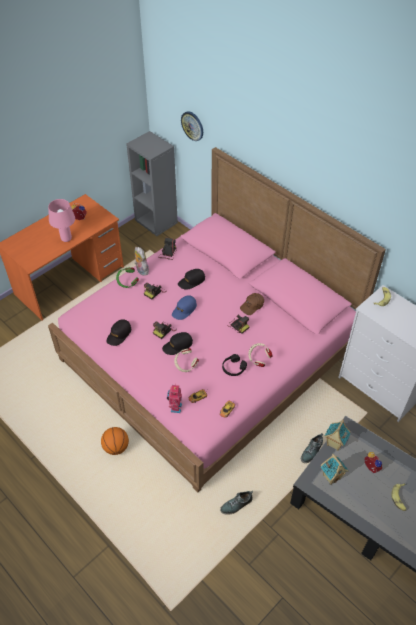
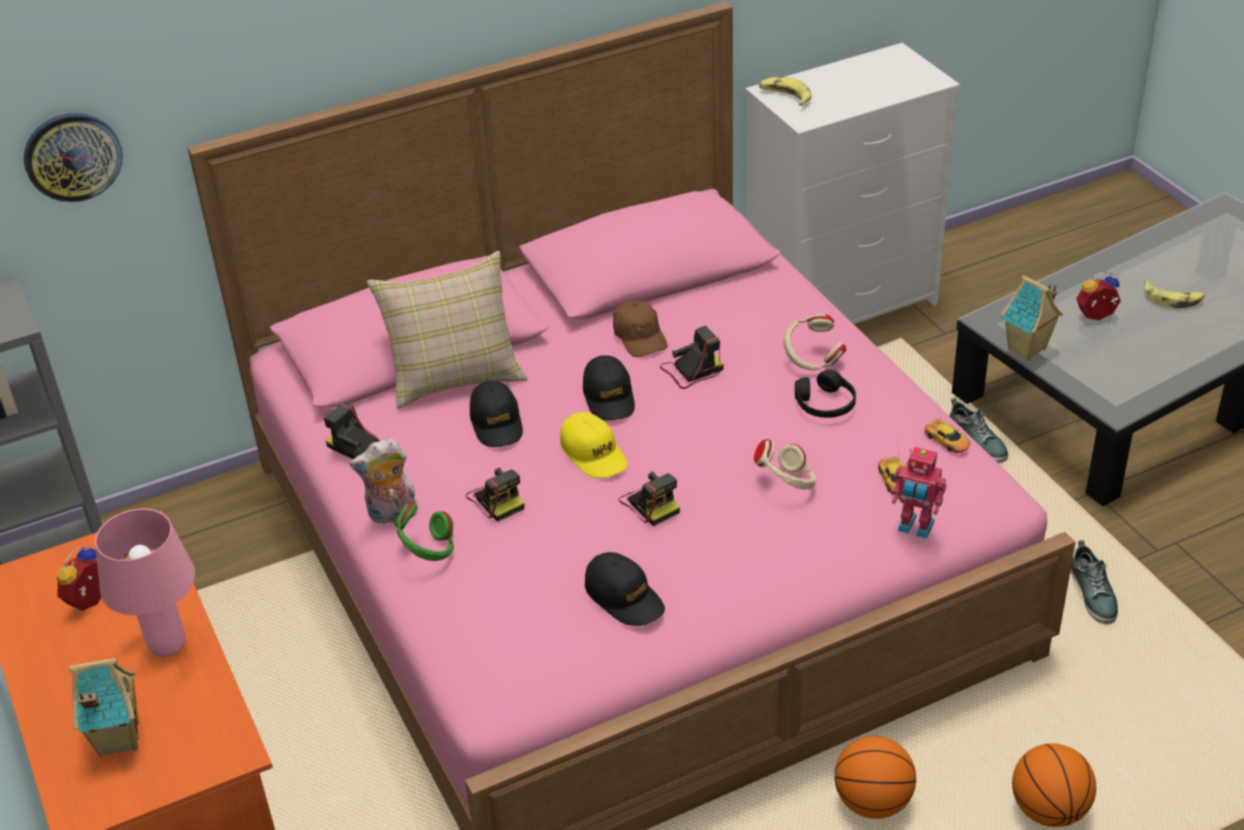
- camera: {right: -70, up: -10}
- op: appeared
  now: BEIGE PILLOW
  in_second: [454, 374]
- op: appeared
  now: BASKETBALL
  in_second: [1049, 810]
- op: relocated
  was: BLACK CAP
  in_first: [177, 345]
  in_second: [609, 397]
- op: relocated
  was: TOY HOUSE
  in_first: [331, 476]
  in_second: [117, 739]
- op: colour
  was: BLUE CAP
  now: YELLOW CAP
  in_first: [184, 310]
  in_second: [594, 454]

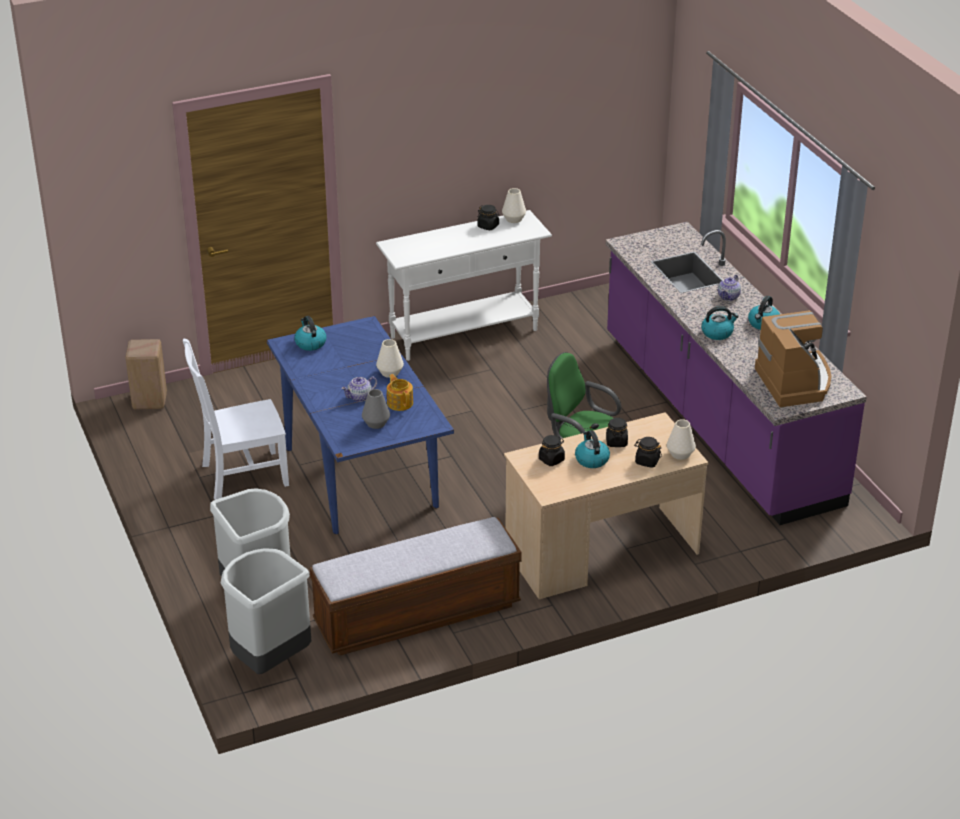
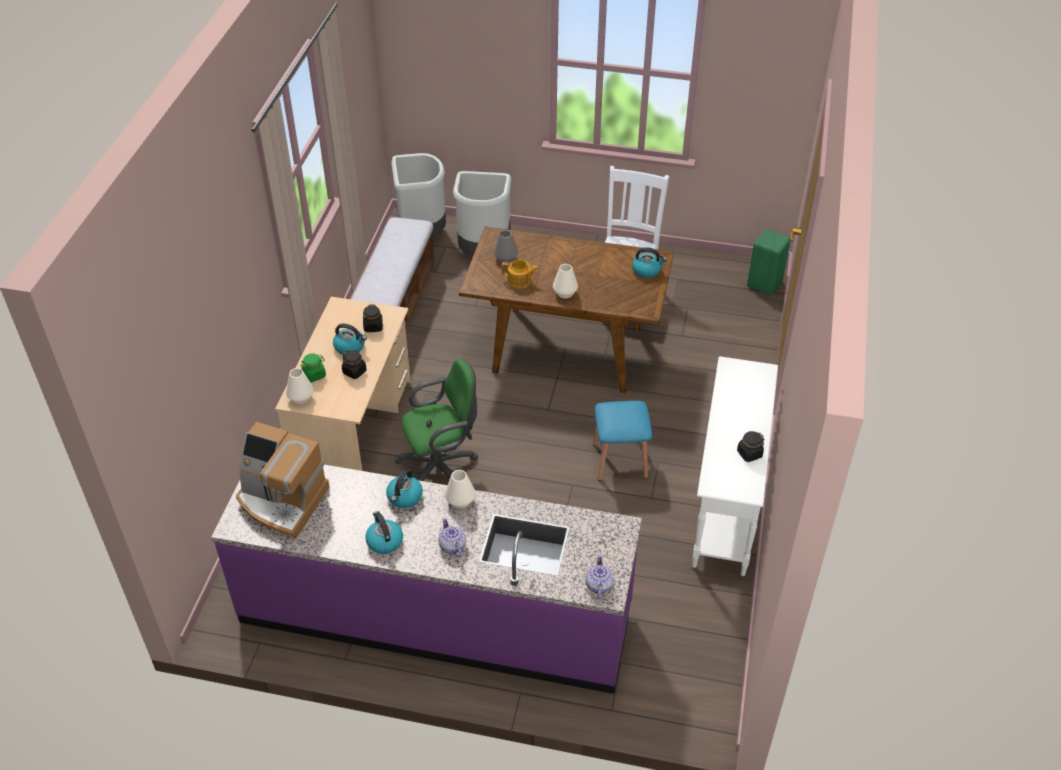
- camera: {right: 125, up: 10}
- op: appeared
  now: BLUE STOOL
  in_second: [620, 460]
- op: relocated
  was: TEAPOT
  in_first: [360, 397]
  in_second: [598, 585]
- op: relocated
  was: WHITE VASE
  in_first: [513, 219]
  in_second: [460, 501]
- op: colour
  was: BEIGE STOOL
  now: GREEN STOOL
  in_first: [148, 400]
  in_second: [765, 284]
- op: colour
  was: BLUE DINING TABLE
  now: BROWN DINING TABLE
  in_first: [361, 478]
  in_second: [566, 349]
- op: colour
  was: BLACK JAR
  now: GREEN JAR
  in_first: [647, 461]
  in_second: [314, 375]

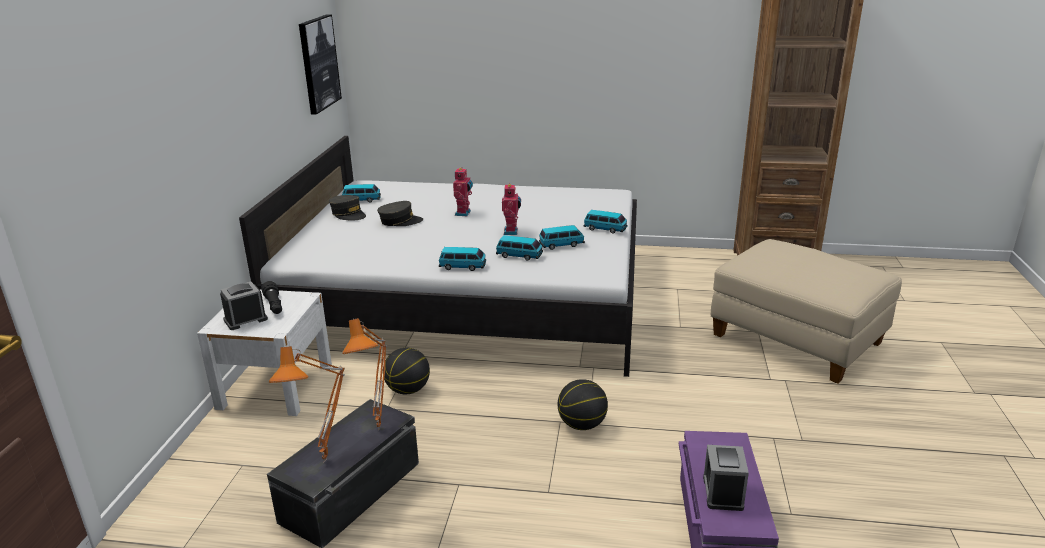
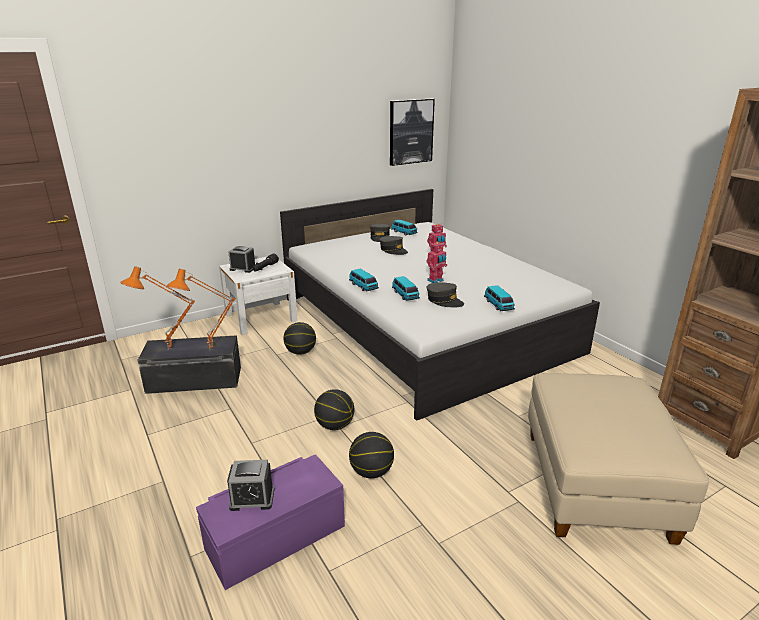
- camera: {right: 50, up: 0}
- op: appeared
  now: BASKETBALL
  in_second: [371, 472]
- op: exchanged
  was: TOY CAR
  now: GREY CAP
  in_first: [561, 245]
  in_second: [444, 301]
- op: spun
  was: ALARM CLOCK
  in_first: [723, 492]
  in_second: [252, 499]
  clockwise: -150

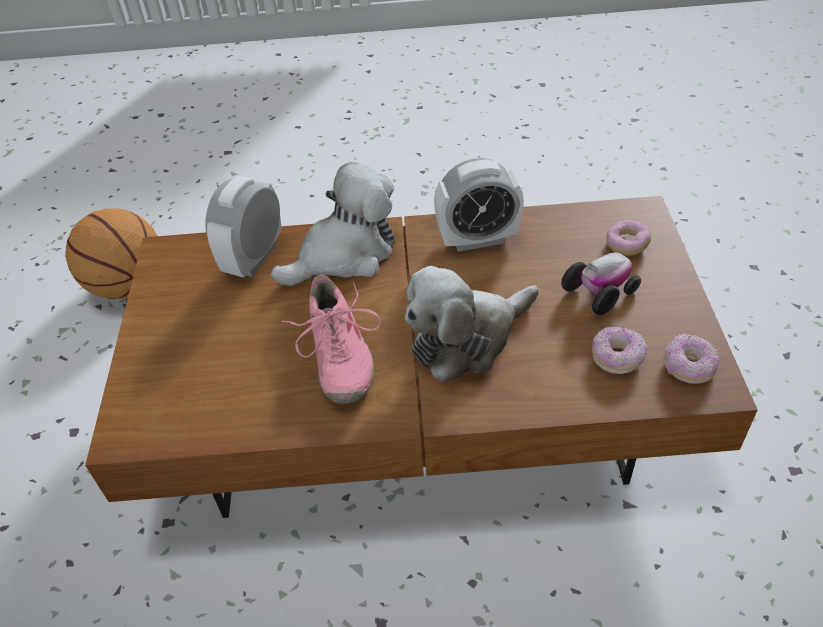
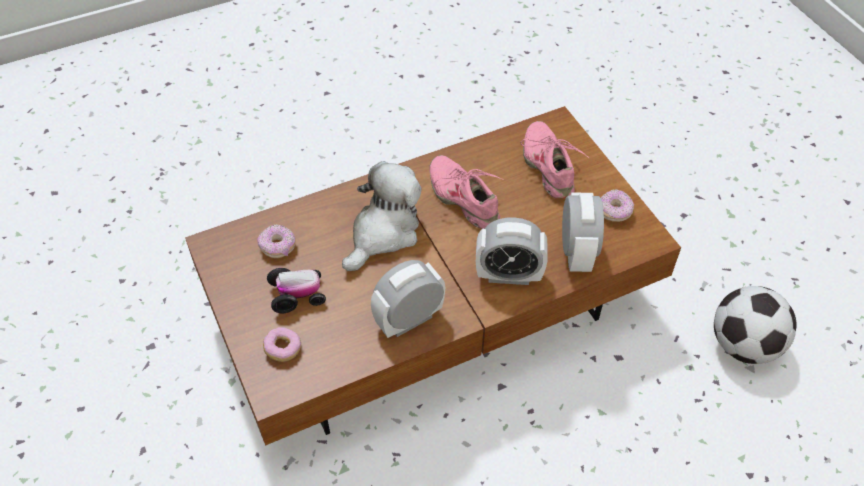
- camera: {right: 155, up: 5}
- op: appeared
  now: PINK SHOE
  in_second: [549, 166]
- op: relocated
  was: DONUT
  in_first: [688, 367]
  in_second: [614, 212]
- op: exchanged
  was: BASKETBALL
  now: FOOTBALL
  in_first: [129, 285]
  in_second: [744, 345]
- op: exchanged
  was: PLUSH TOY
  now: ALARM CLOCK
  in_first: [345, 254]
  in_second: [508, 275]
- op: spun
  was: TOY CAR
  in_first: [600, 292]
  in_second: [297, 295]
  clockwise: -135

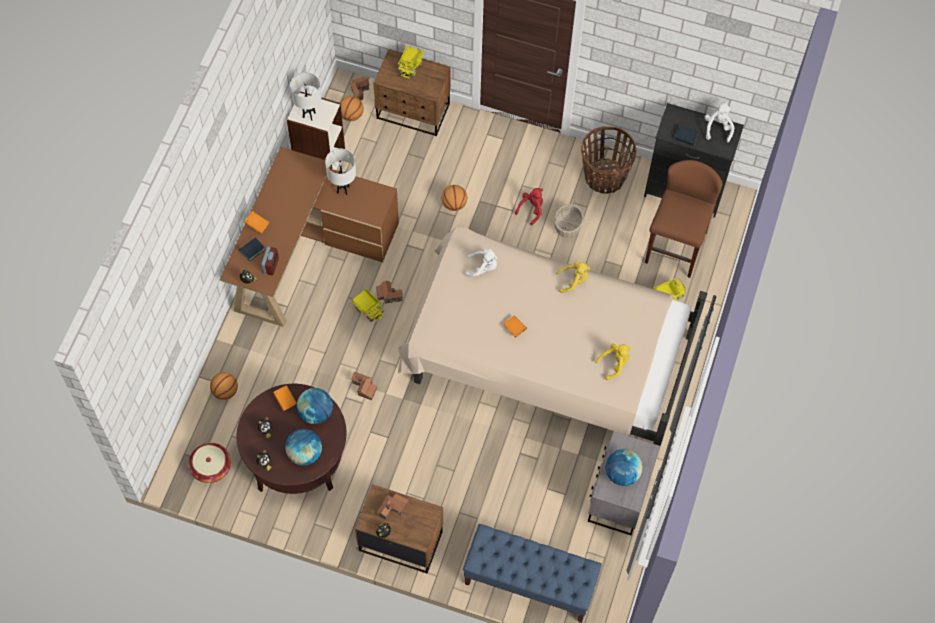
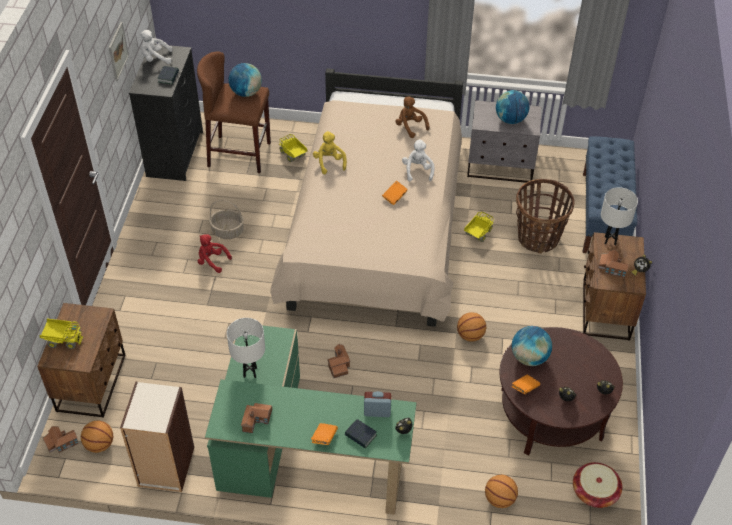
- camera: {right: -100, up: -15}
- op: appeared
  now: PICTURE
  in_second: [118, 51]
- op: relocated
  was: GLOBE
  in_first: [304, 453]
  in_second: [246, 93]
- op: relocated
  was: WHITE TABLE LAMP
  in_first: [309, 115]
  in_second: [610, 241]
- op: relocated
  was: TOY HOUSE
  in_first: [363, 388]
  in_second: [257, 420]
- op: relocated
  was: TOY TRUCK
  in_first: [368, 309]
  in_second: [478, 233]
- op: relocated
  was: BASKETBALL
  in_first: [454, 204]
  in_second: [470, 335]
- op: relocated
  was: WHITE PLUSH TOY
  in_first: [483, 267]
  in_second: [417, 170]
- op: relocated
  was: BASKET
  in_first: [604, 177]
  in_second: [538, 238]
- op: colour
  was: BROWN DESK
  now: GREEN DESK
  in_first: [306, 252]
  in_second: [300, 454]
- op: colour
  was: YELLOW PLUSH TOY
  now: BROWN PLUSH TOY
  in_first: [614, 364]
  in_second: [410, 126]

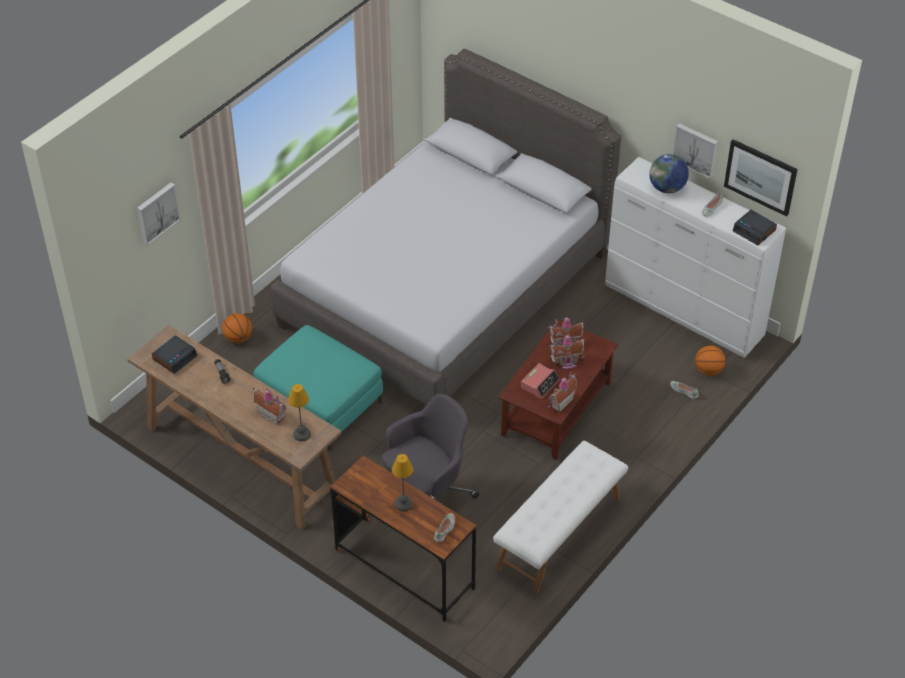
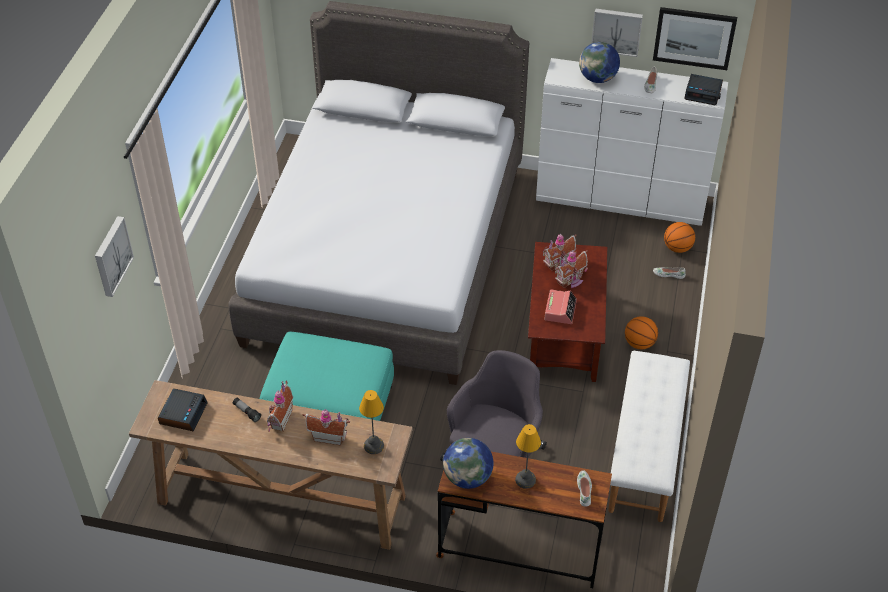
- camera: {right: -25, up: 0}
- op: appeared
  now: GLOBE
  in_second: [468, 477]
- op: relocated
  was: BASKETBALL
  in_first: [238, 338]
  in_second: [639, 343]
- op: relocated
  was: TOY HOUSE
  in_first: [560, 402]
  in_second: [279, 419]

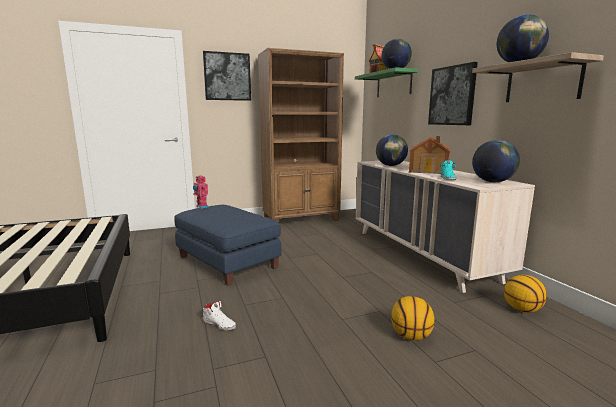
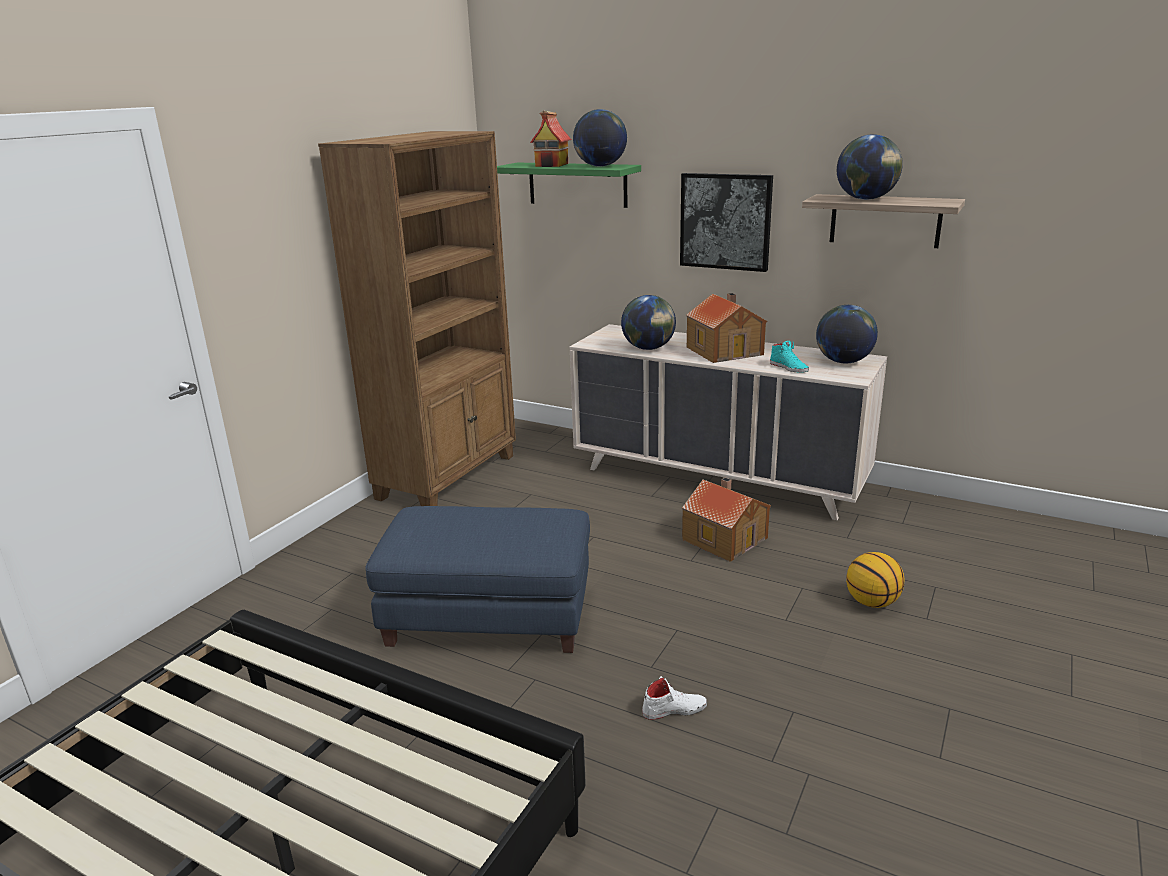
- camera: {right: -40, up: 10}
- op: missing
  was: TOY ROBOT
  in_first: [201, 207]
- op: missing
  was: PICTURE
  in_first: [227, 76]
- op: missing
  was: BASKETBALL
  in_first: [522, 310]
- op: appeared
  now: TOY HOUSE
  in_second: [724, 538]

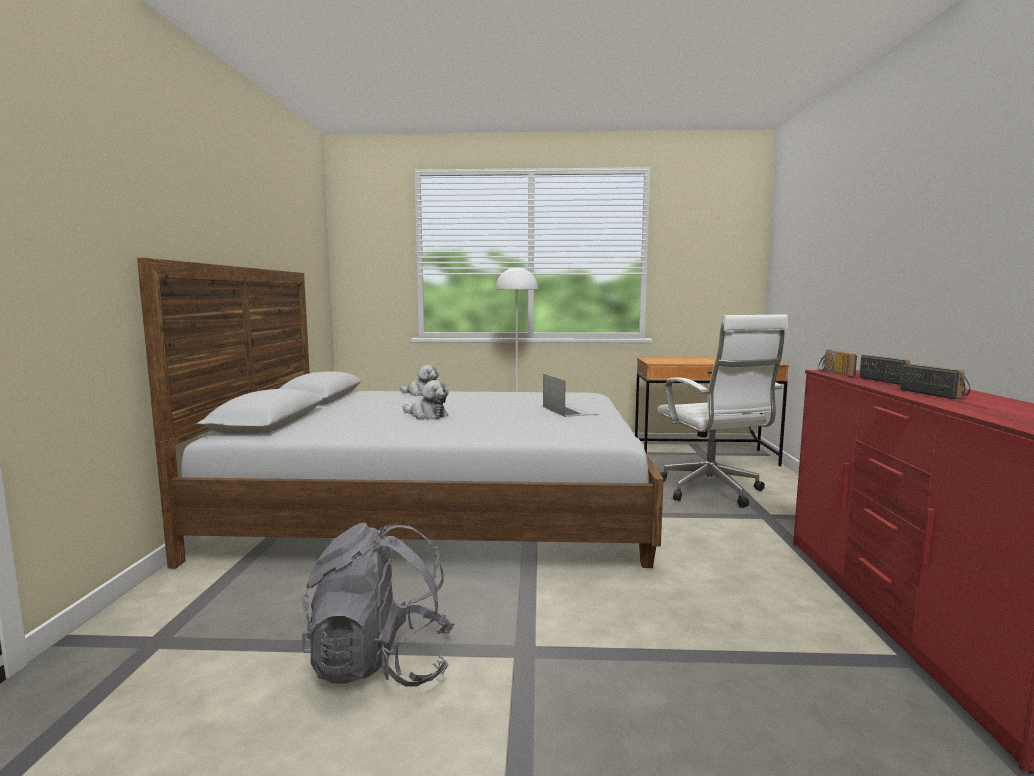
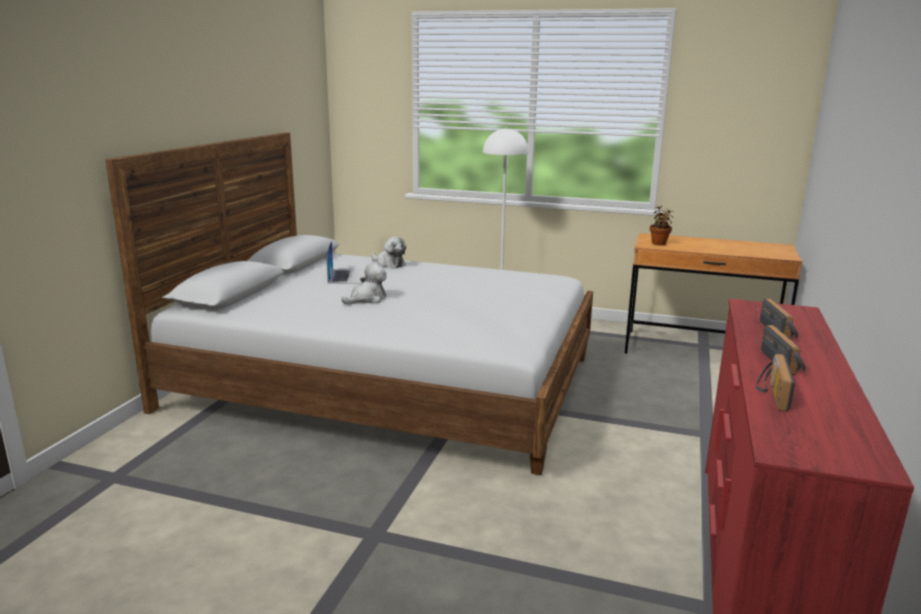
- camera: {right: 15, up: 10}
- op: missing
  was: GREY BACKPACK
  in_first: [381, 664]
- op: missing
  was: WHITE OFFICE CHAIR
  in_first: [713, 492]
- op: appeared
  now: POTTED PLANT
  in_second: [659, 243]
- op: relocated
  was: LAPTOP
  in_first: [569, 410]
  in_second: [346, 276]
- op: relocated
  was: RADIO
  in_first: [833, 373]
  in_second: [770, 393]
- op: spun
  was: PLUSH TOY
  in_first: [426, 415]
  in_second: [367, 299]
  clockwise: -90

